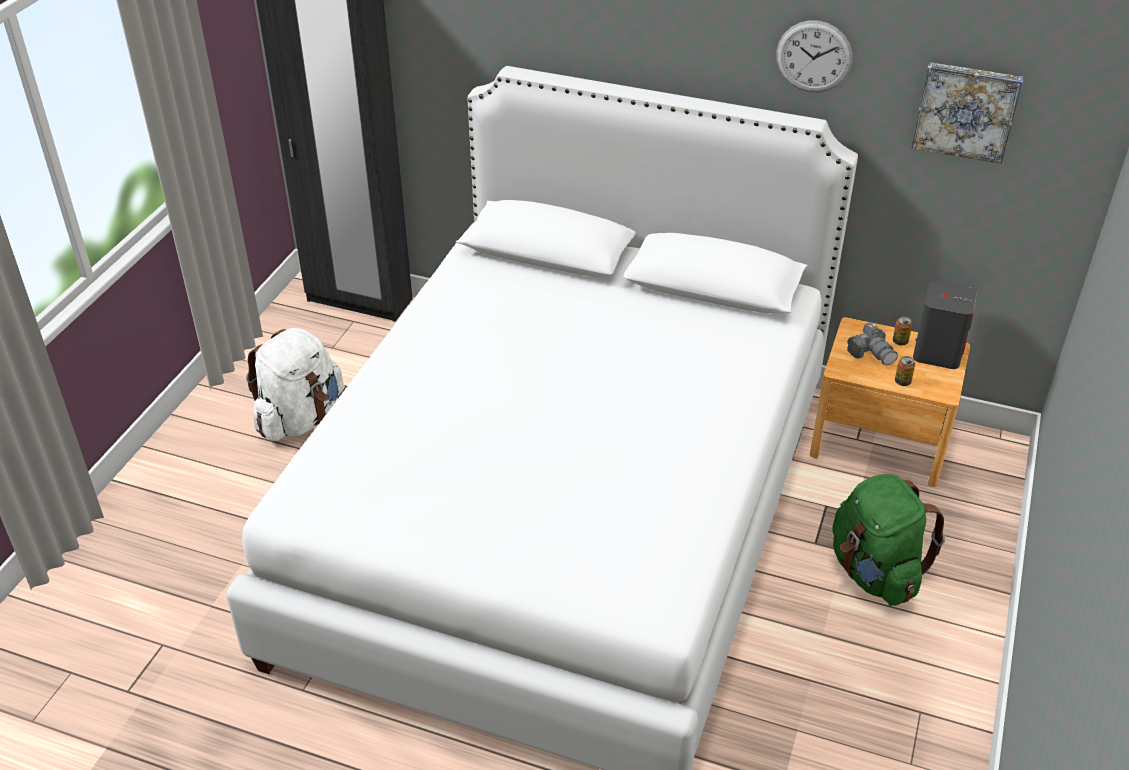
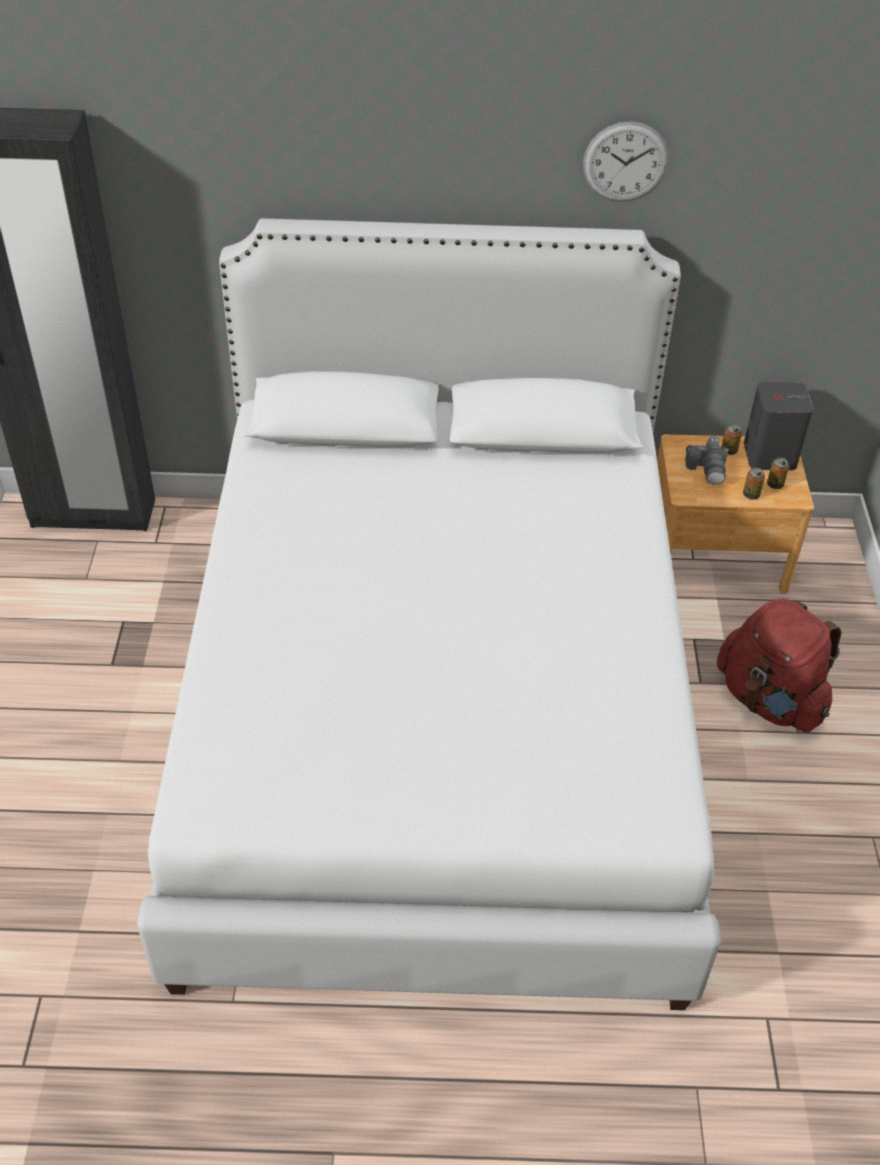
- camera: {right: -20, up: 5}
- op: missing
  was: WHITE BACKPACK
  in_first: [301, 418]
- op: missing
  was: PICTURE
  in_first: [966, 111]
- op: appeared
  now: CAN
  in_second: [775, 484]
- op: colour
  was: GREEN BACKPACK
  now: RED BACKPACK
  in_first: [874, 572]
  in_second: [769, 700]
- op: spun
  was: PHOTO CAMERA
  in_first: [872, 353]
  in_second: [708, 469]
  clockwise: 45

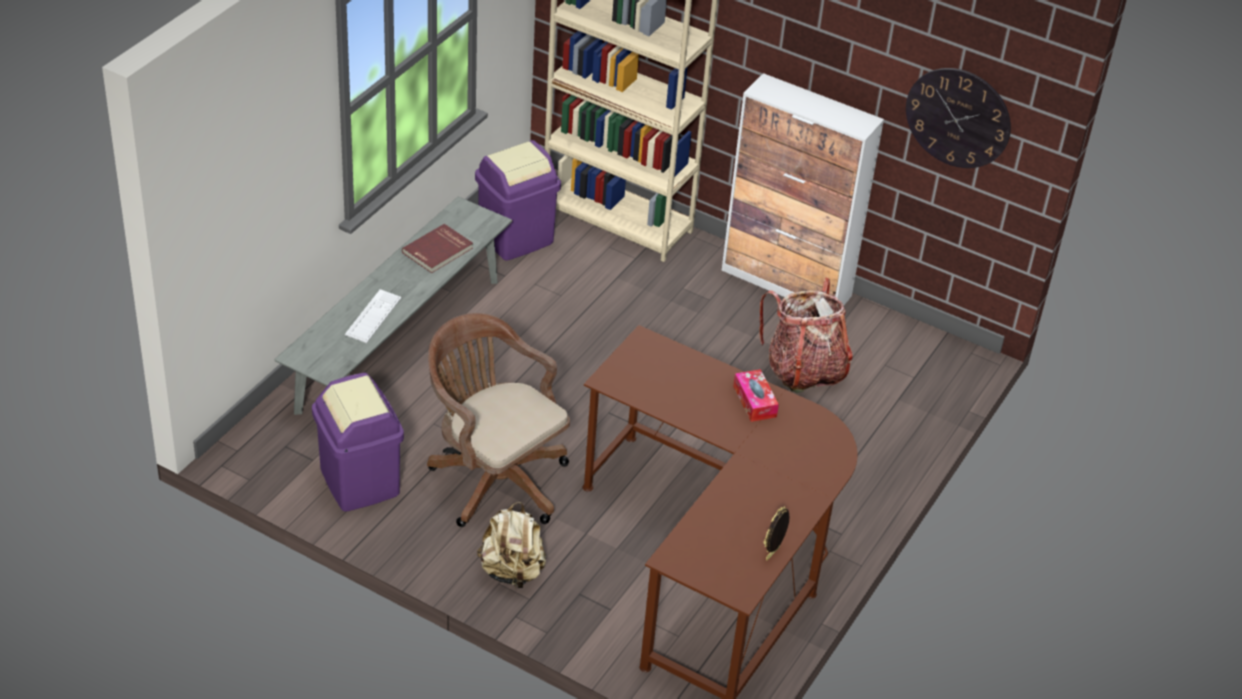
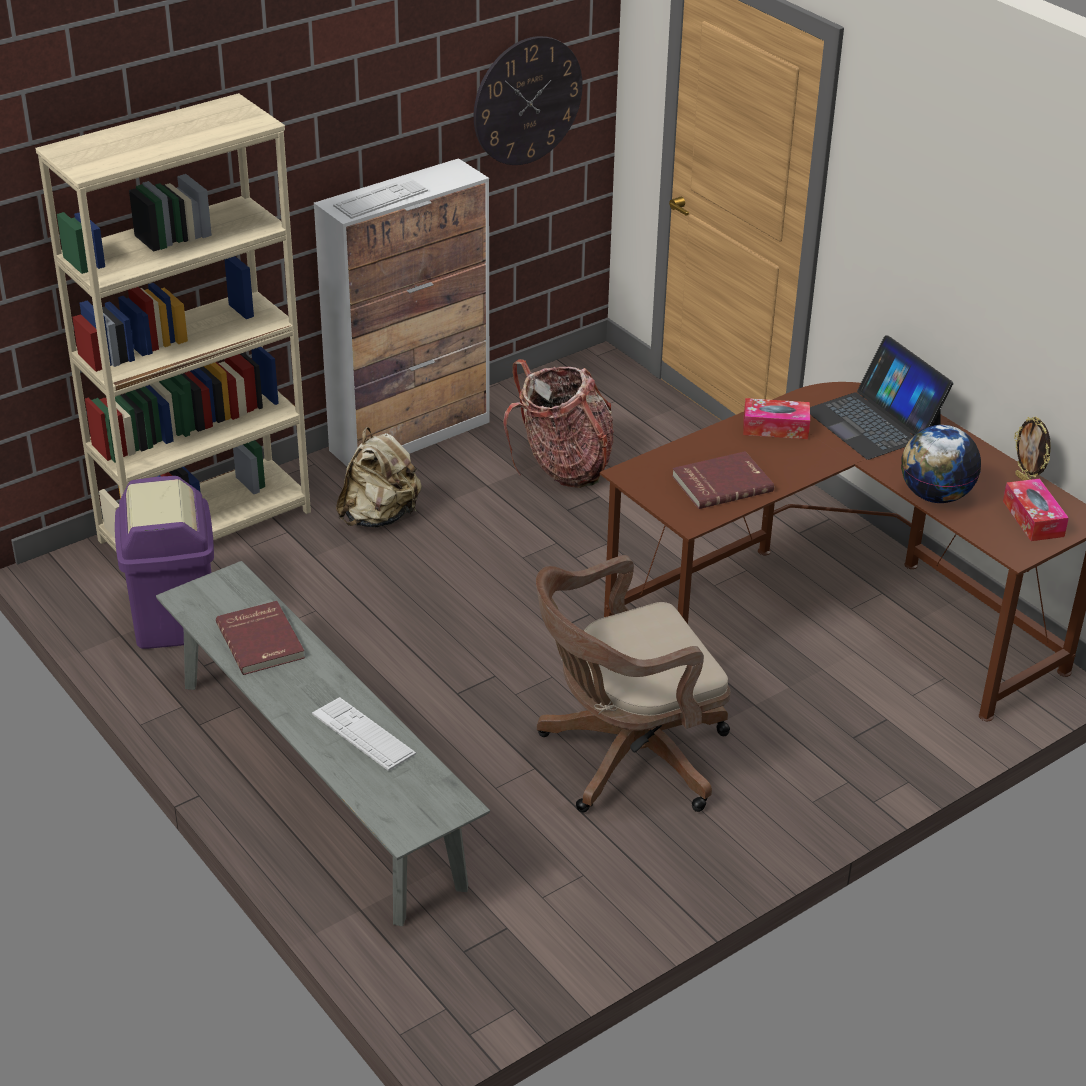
- camera: {right: -65, up: -5}
- op: missing
  was: PURPLE TRASH CAN
  in_first: [360, 482]
- op: appeared
  now: KEYBOARD
  in_second: [381, 199]
- op: appeared
  now: RED BOOK
  in_second: [721, 483]
- op: appeared
  now: LAPTOP
  in_second: [874, 421]
- op: appeared
  now: GLOBE
  in_second: [935, 495]
- op: appeared
  now: TISSUE BOX
  in_second: [1033, 519]
- op: relocated
  was: BEIGE BACKPACK
  in_first: [512, 571]
  in_second: [379, 516]

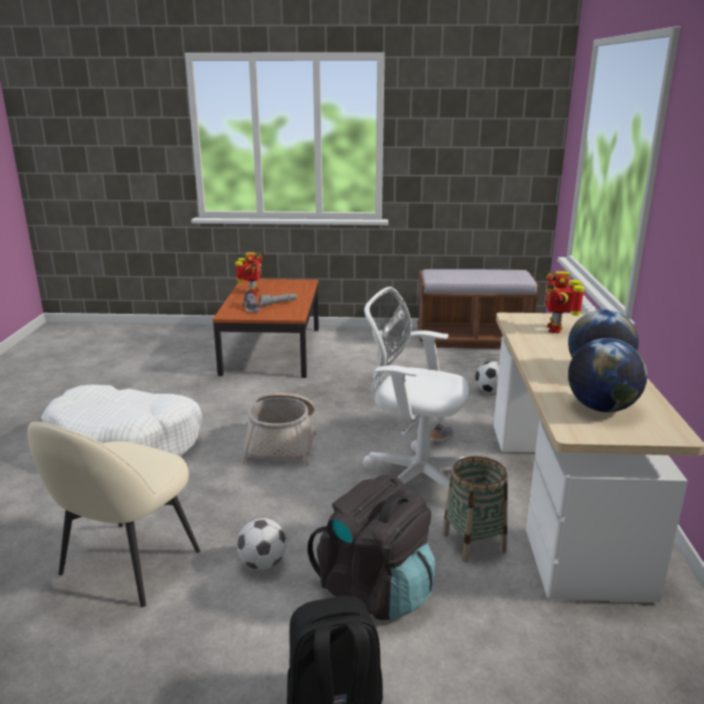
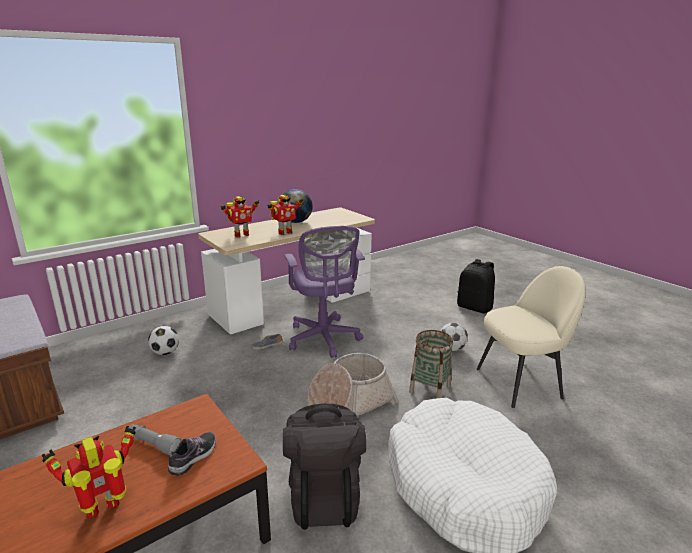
- camera: {right: -130, up: 0}
- op: missing
  was: GLOBE
  in_first: [601, 408]
- op: appeared
  now: TOY ROBOT
  in_second: [284, 233]
- op: relocated
  was: BLACK BACKPACK
  in_first: [375, 590]
  in_second: [324, 495]
- op: relocated
  was: BASKET
  in_first: [473, 542]
  in_second: [429, 389]
- op: colour
  was: WHITE OFFICE CHAIR
  now: PURPLE OFFICE CHAIR
  in_first: [415, 477]
  in_second: [324, 339]

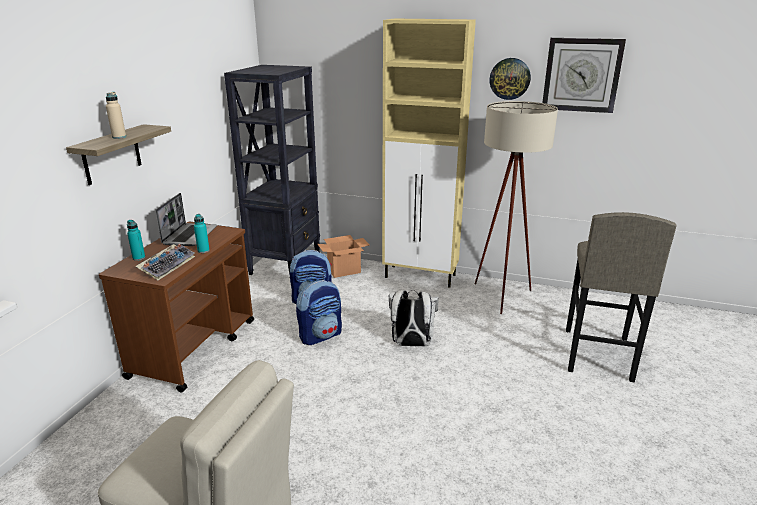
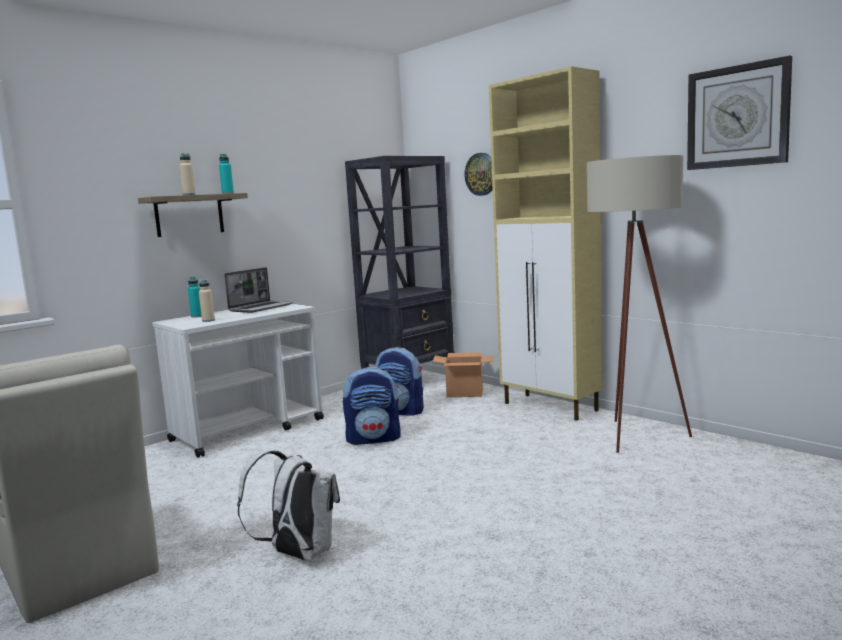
- camera: {right: 30, up: -15}
- op: missing
  was: GREY STOOL
  in_first: [597, 354]
- op: relocated
  was: TURQUOISE BOTTLE
  in_first: [203, 250]
  in_second: [227, 193]
- op: relocated
  was: WHITE BACKPACK
  in_first: [411, 344]
  in_second: [298, 554]
- op: relocated
  was: WALL CLOCK
  in_first: [510, 78]
  in_second: [481, 174]
- op: exchanged
  was: KEYBOARD
  now: BEIGE BOTTLE
  in_first: [167, 265]
  in_second: [208, 320]
- op: colour
  was: BROWN CART
  now: WHITE CART
  in_first: [195, 347]
  in_second: [249, 430]

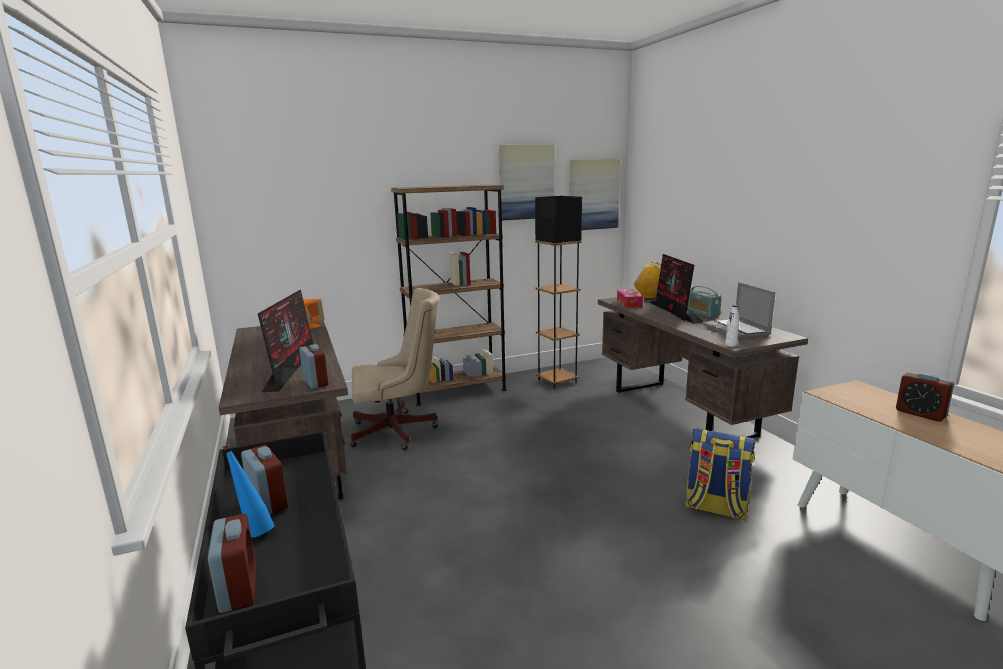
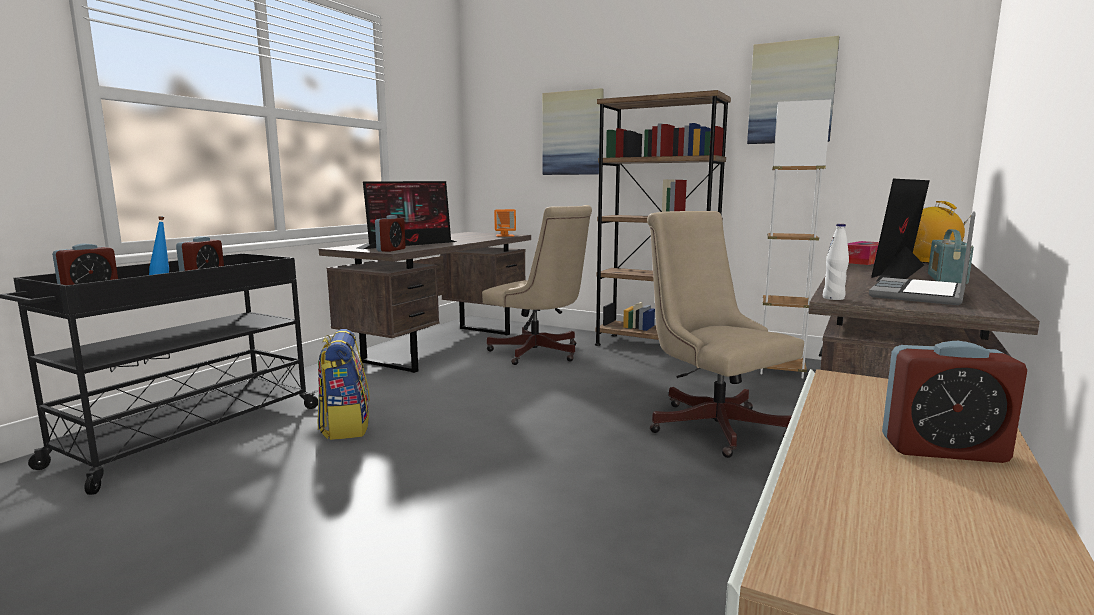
- camera: {right: 50, up: -5}
- op: appeared
  now: BEIGE OFFICE CHAIR
  in_second: [711, 424]
- op: relocated
  was: PICTURE
  in_first: [593, 194]
  in_second: [573, 133]
- op: relocated
  was: BACKPACK
  in_first: [715, 508]
  in_second: [345, 426]
- op: colour
  was: BLACK FLOOR LAMP
  now: WHITE FLOOR LAMP
  in_first: [557, 381]
  in_second: [781, 370]
- op: spun
  was: ALARM CLOCK
  in_first: [920, 414]
  in_second: [943, 450]
  clockwise: -90

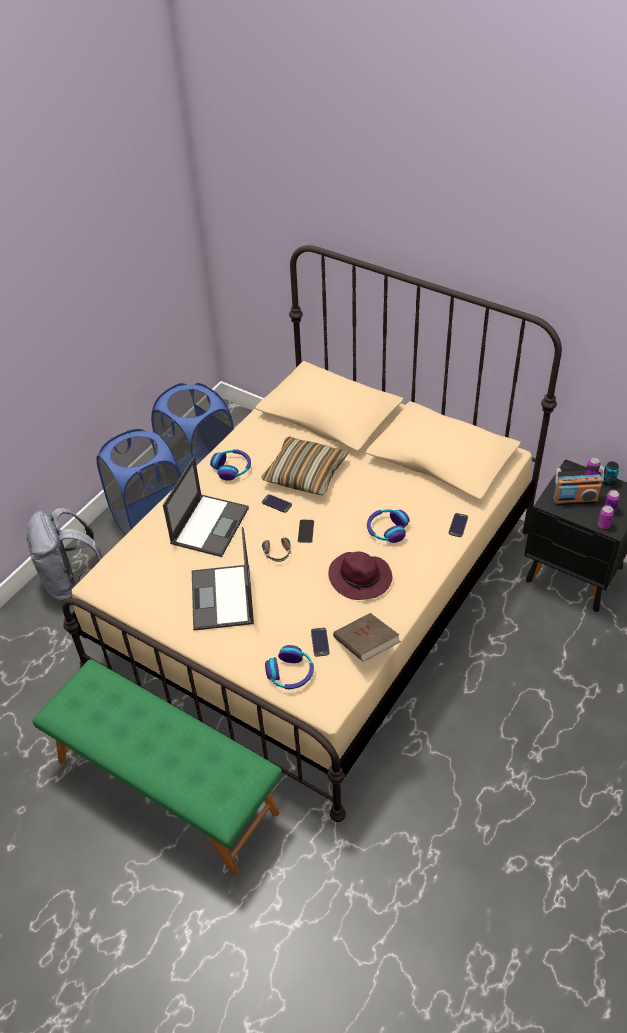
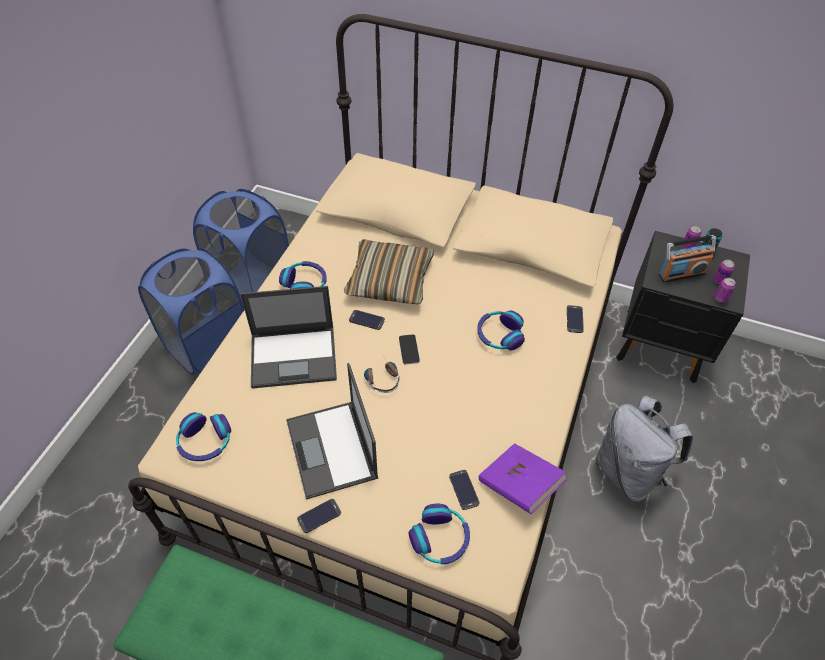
- camera: {right: -15, up: 5}
- op: missing
  was: PURPLE HAT
  in_first: [361, 578]
- op: appeared
  now: HEADPHONES
  in_second: [205, 441]
- op: appeared
  now: PHONE
  in_second: [319, 516]
- op: relocated
  was: GREY BACKPACK
  in_first: [72, 581]
  in_second: [628, 472]
- op: colour
  was: BROWN BOOK
  now: PURPLE BOOK
  in_first: [366, 646]
  in_second: [519, 486]
- op: spun
  was: LAPTOP
  in_first: [210, 525]
  in_second: [295, 356]
  clockwise: 75

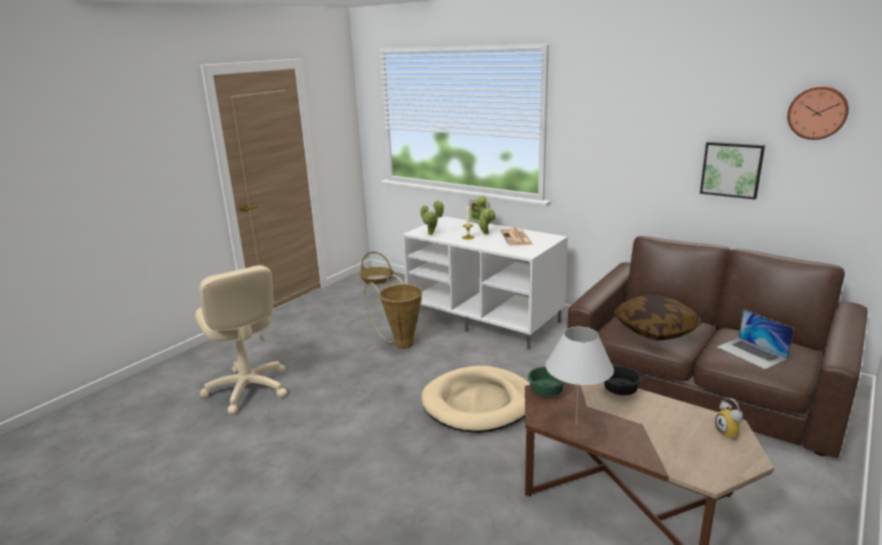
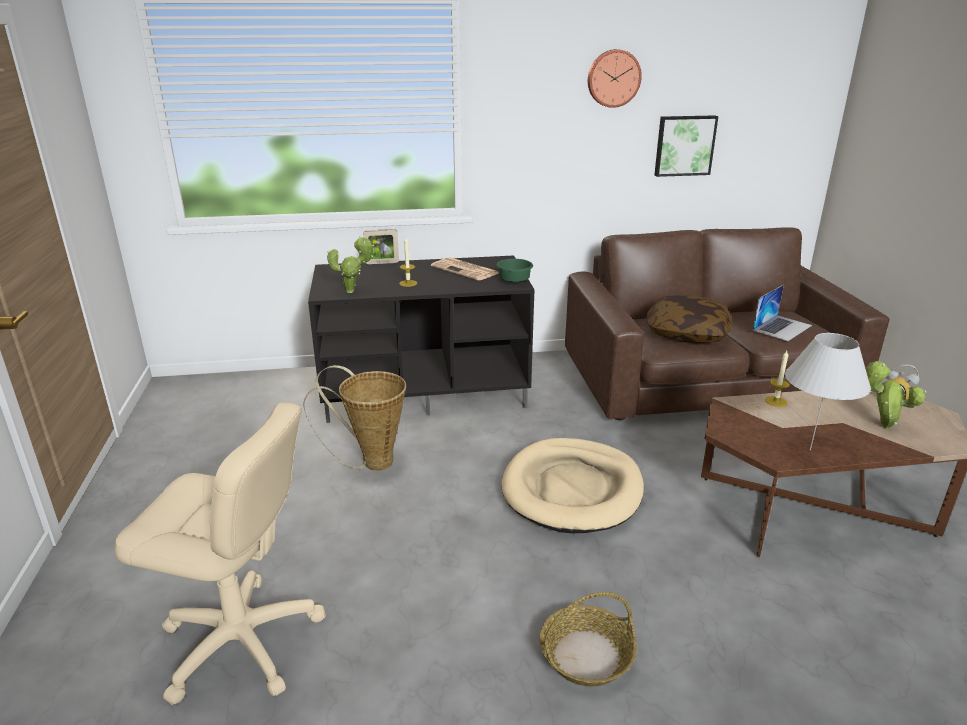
- camera: {right: -45, up: 5}
- op: relocated
  was: BASKET
  in_first: [377, 279]
  in_second: [586, 655]
- op: relocated
  was: POTTED PLANT
  in_first: [485, 233]
  in_second: [881, 425]
- op: relocated
  was: GREEN BOWL
  in_first: [545, 391]
  in_second: [513, 281]
- op: relocated
  was: WALL CLOCK
  in_first: [817, 112]
  in_second: [613, 78]
- op: exchanged
  was: BLACK BOWL
  now: CANDLE
  in_first: [619, 391]
  in_second: [776, 401]
- op: colour
  was: WHITE TV STAND
  now: BLACK TV STAND
  in_first: [485, 318]
  in_second: [426, 391]
- op: spun
  was: LAPTOP
  in_first: [751, 353]
  in_second: [782, 327]
  clockwise: -60

